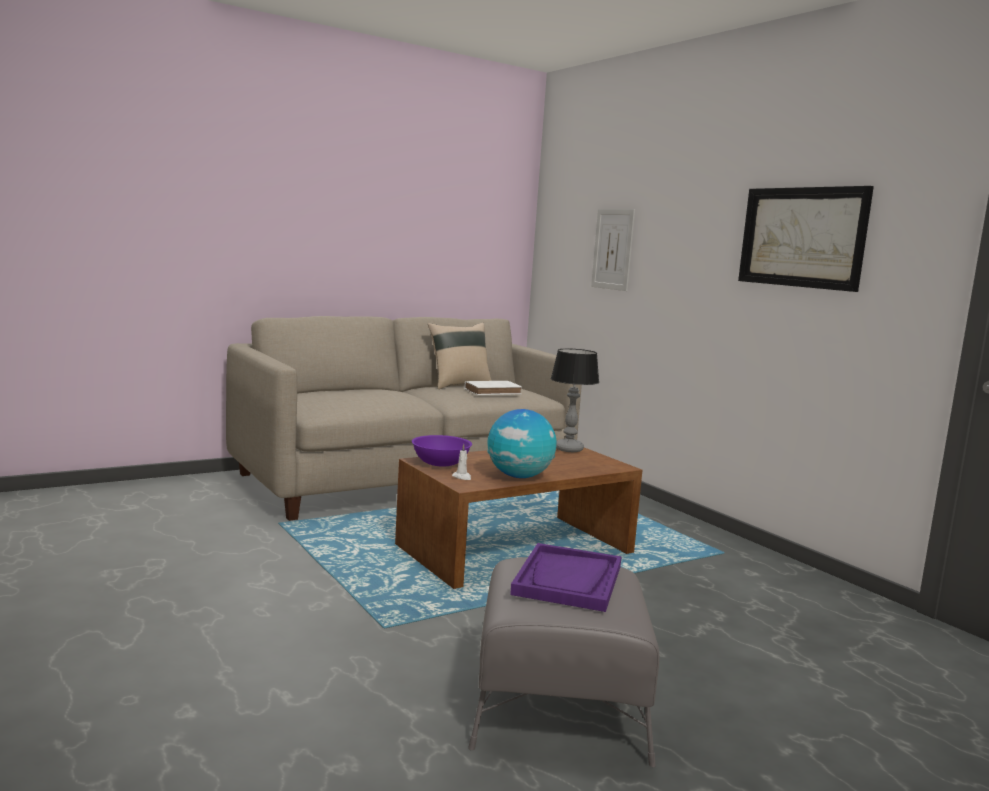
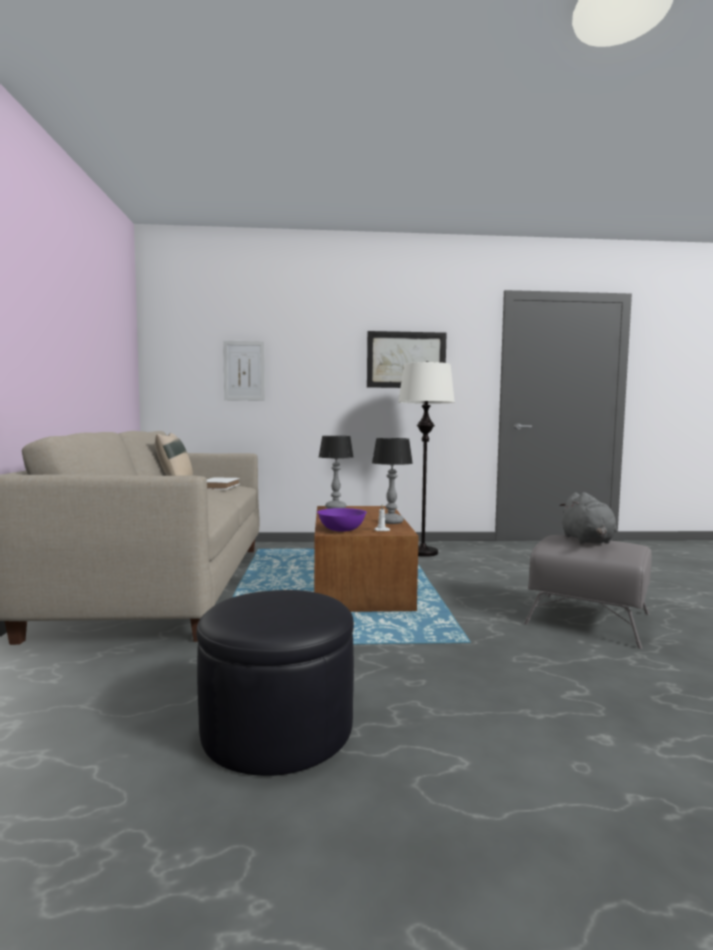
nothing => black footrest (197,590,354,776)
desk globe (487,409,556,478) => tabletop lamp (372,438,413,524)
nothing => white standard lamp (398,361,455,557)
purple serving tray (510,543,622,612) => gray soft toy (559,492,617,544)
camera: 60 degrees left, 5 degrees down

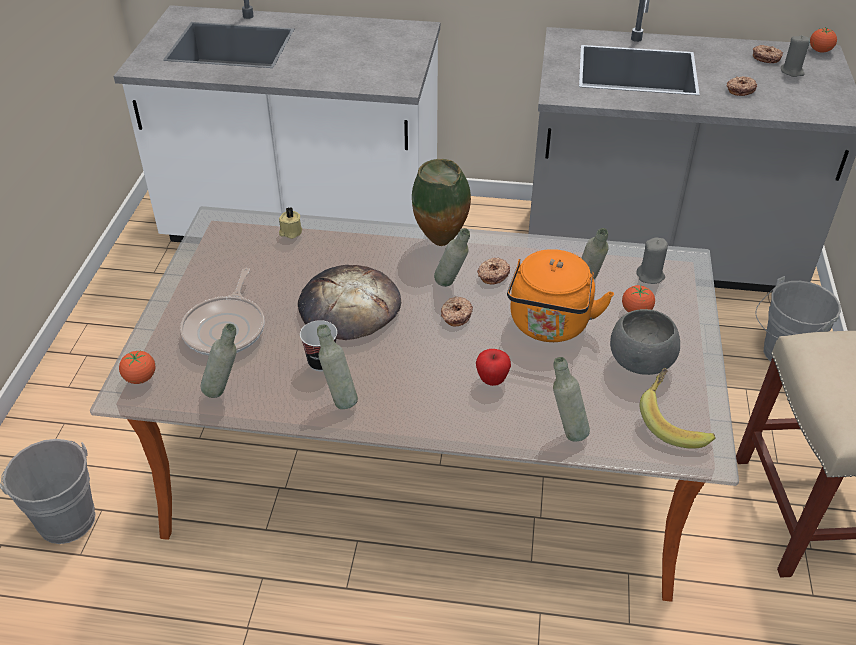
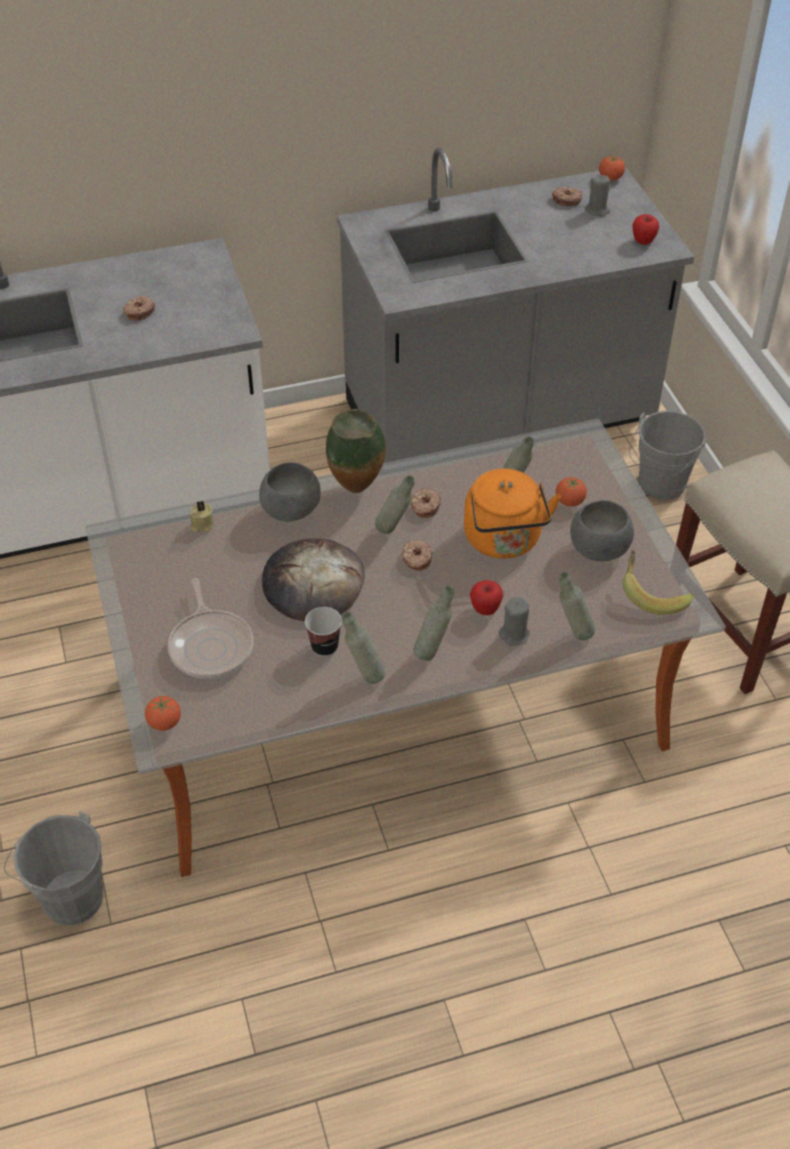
donut (727,76,757,96) => donut (123,296,155,321), relocated
nothing => gray deep dish (259,462,321,522)
gray beverage bottle (201,324,237,398) => gray beverage bottle (413,586,454,661), relocated
gray wax candle (637,237,668,284) => gray wax candle (499,597,530,646), relocated
nothing => apple fruit (632,214,659,245)
camera: 25 degrees left, 5 degrees up

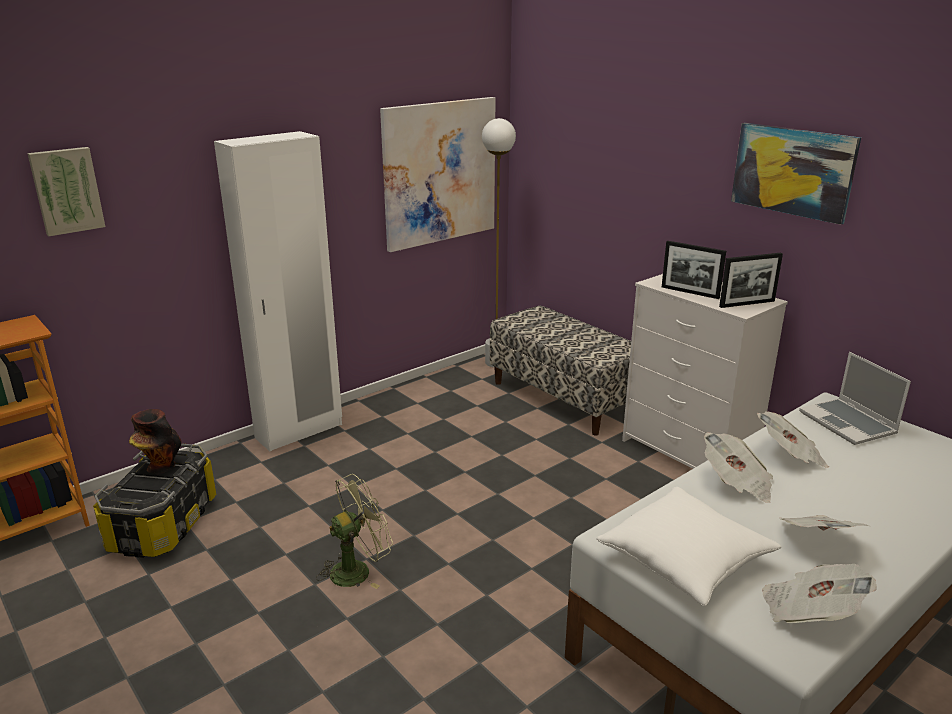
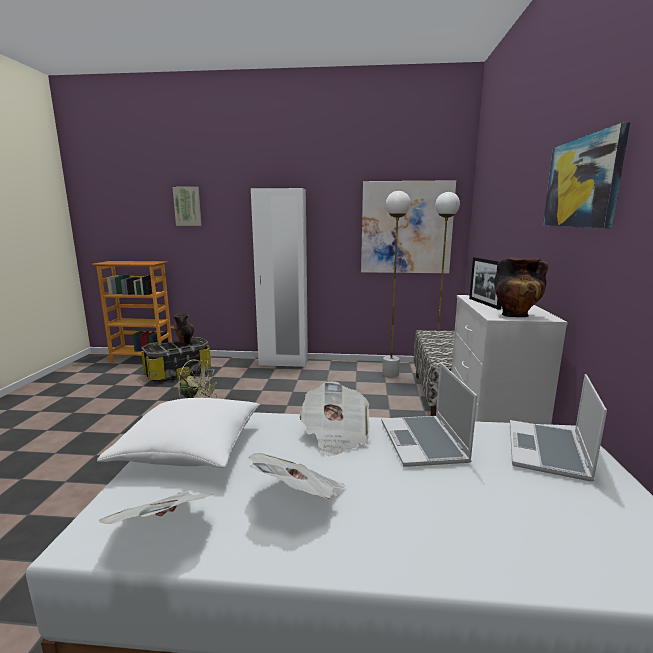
printed paper (757,411,829,468) => portable computer (381,363,477,467)
nothing => white standard lamp (382,191,411,377)
standing frame (719,253,783,308) => vase (495,257,548,317)
camera: 45 degrees right, 10 degrees down

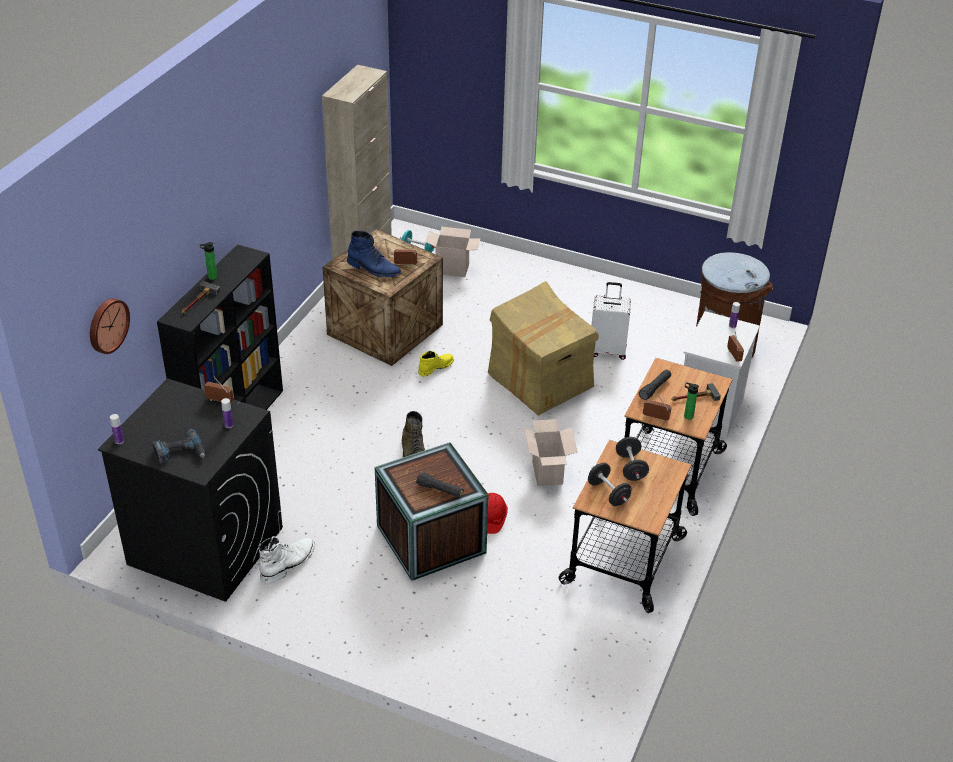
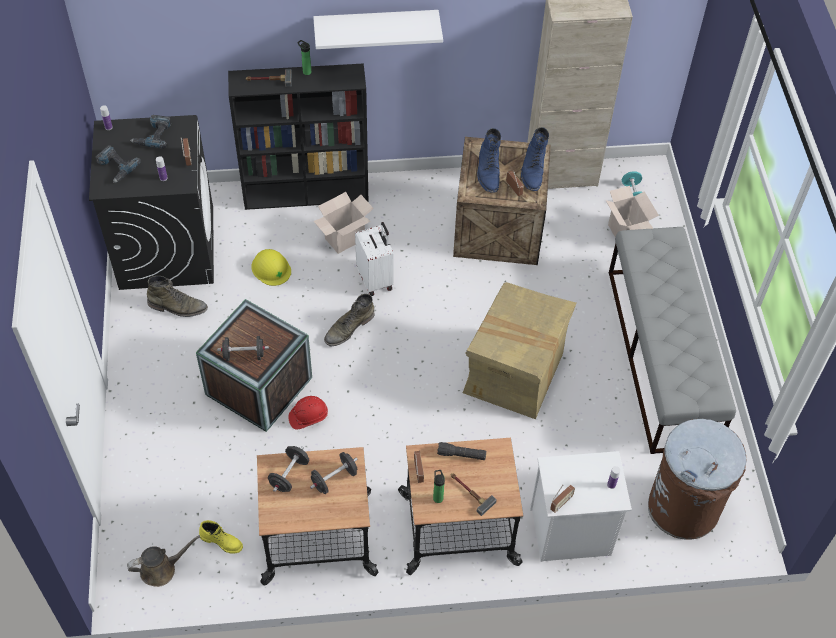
nothing => brownish sprinkling can (127,535,200,587)
nothing => electric drill (130,115,171,149)
white high-top boot (259,536,315,584) => green-coloured high-top boot (147,276,208,317)
yellow high-top boot (419,351,454,377) => yellow high-top boot (199,520,243,554), relocated
black flashlight (416,472,464,498) => black free weight (217,336,269,362)
nothing => yellow safety helmet (251,249,291,286)
nothing => white shelf (313,10,443,49)
packing box (524,419,578,486) => packing box (314,192,374,254), relocated
white piece of luggage (591,282,631,360) => white piece of luggage (355,222,394,296), relocated
nothing => blue high-top boot (521,127,549,191)
nothing => gray indoor bench (609,227,736,454)
clock on the wall (90,299,130,354) => nothing
camera: 60 degrees right, 15 degrees up

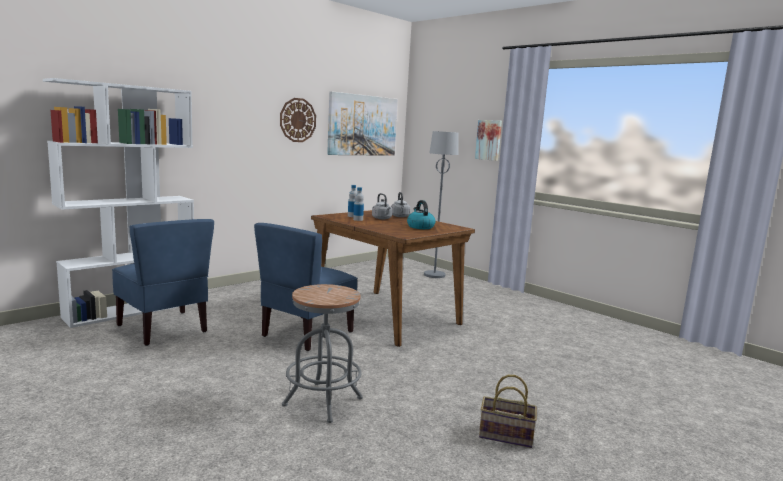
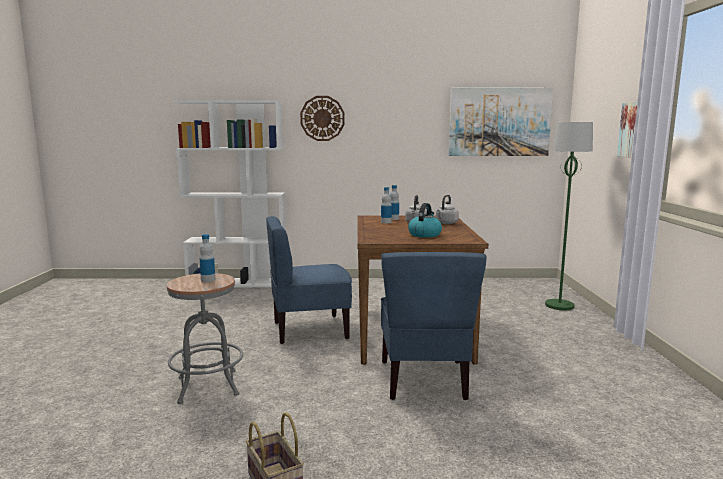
nothing => beverage bottle (199,234,216,282)
clock on the wall (280,98,316,142) => clock on the wall (300,96,345,141), relocated
blue plain chair (112,219,214,346) => blue plain chair (381,252,487,400), relocated
gray standard lamp (424,131,458,278) => green-coloured standard lamp (545,122,593,310)
camera: 45 degrees right, 0 degrees up

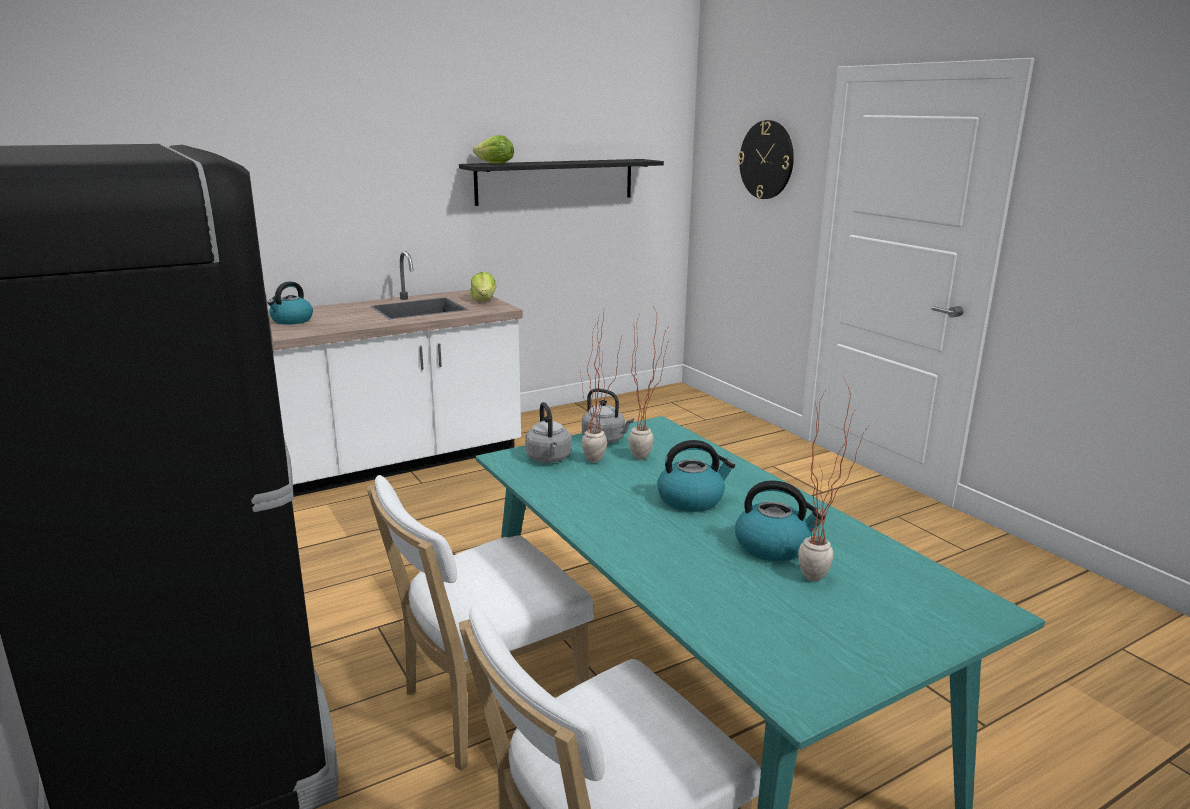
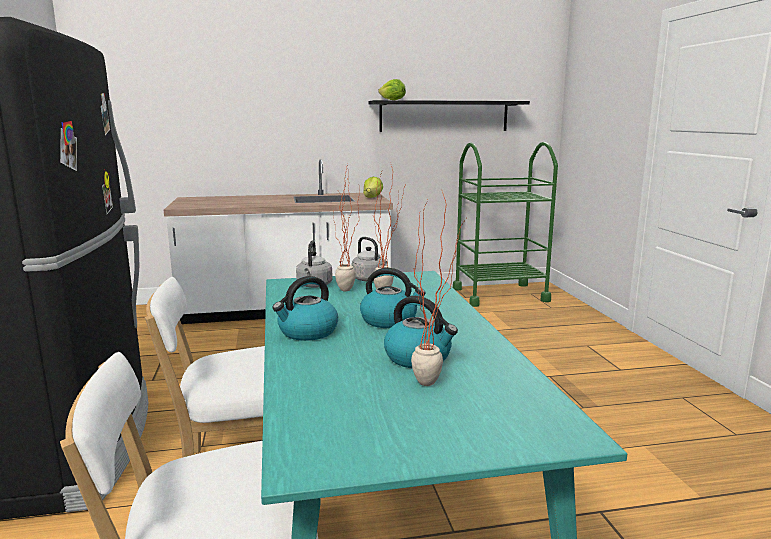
tea kettle (267,282,313,325) => tea kettle (272,276,338,341), relocated
nothing => green-coloured wheeled cart (453,142,558,307)
clock on the wall (738,120,794,199) => nothing
camera: 20 degrees right, 5 degrees down

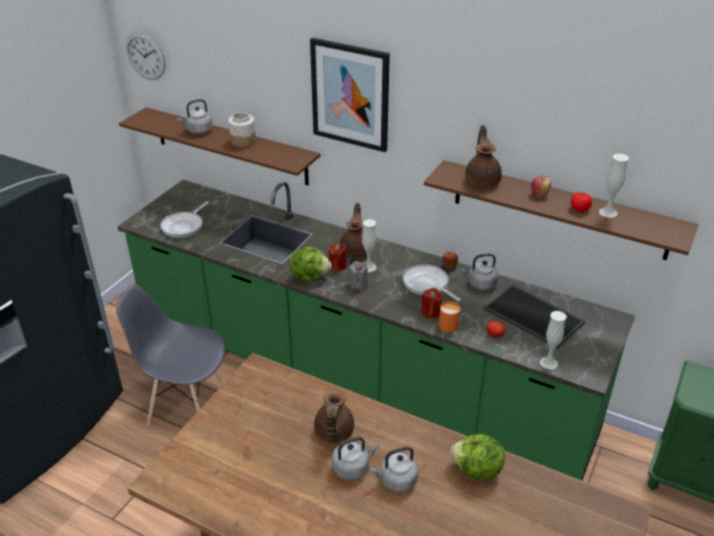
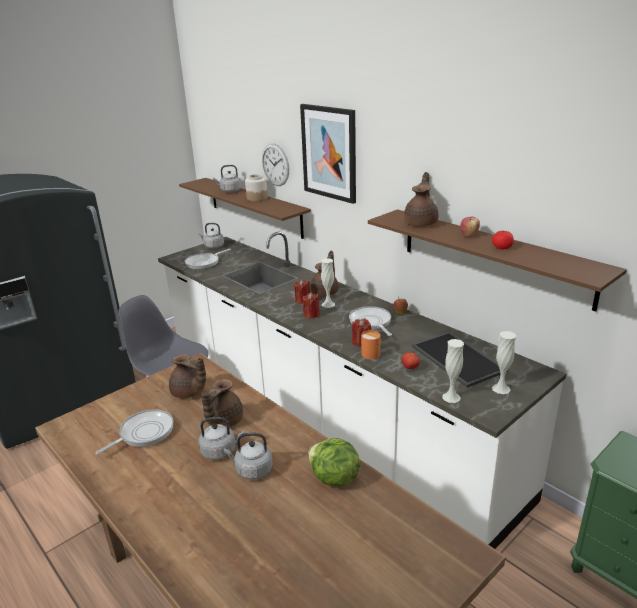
nothing => pan (95,409,174,455)
green-coloured counter (118,179,635,481) => white counter (158,232,566,549)
nothing => brownish pot for tea (169,354,206,398)
gray tea kettle (460,254,498,290) => gray tea kettle (198,223,224,249), relocated
clock on the wall (126,32,166,80) => clock on the wall (262,143,289,186), relocated
gray wax candle (349,261,368,290) => reddish wax candle (303,293,320,318)
white vase (599,154,629,218) => white vase (492,331,516,394), relocated
lettuce head (289,246,332,281) => nothing
camera: 20 degrees right, 10 degrees down

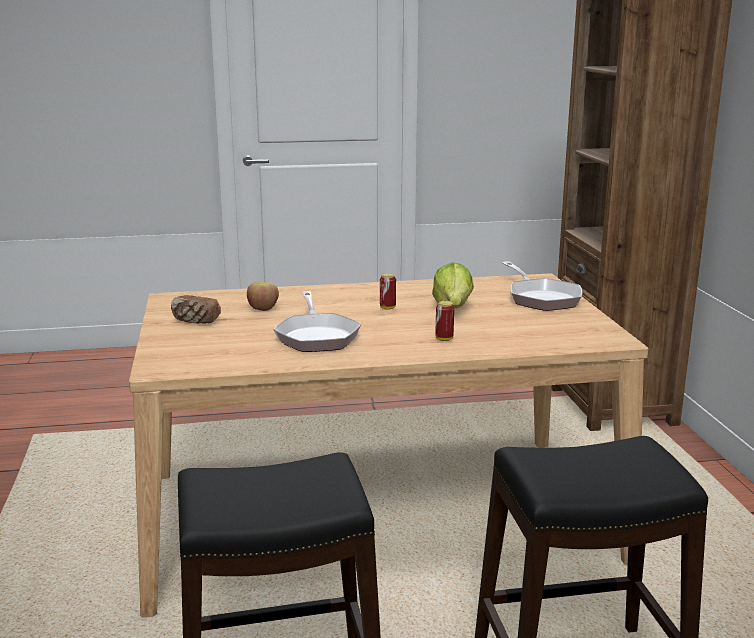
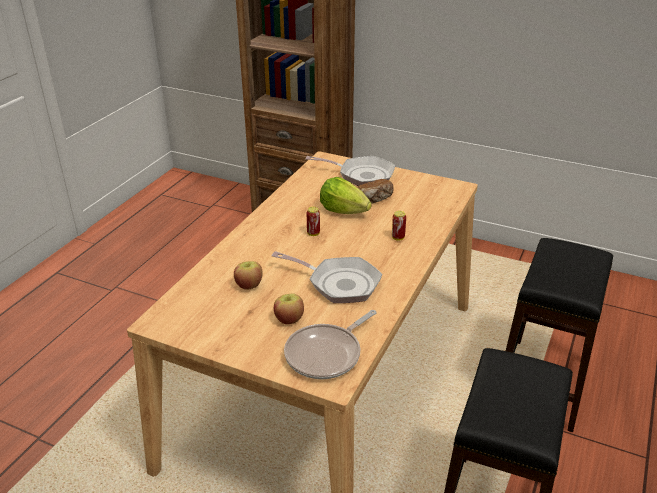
nothing => apple fruit (274,293,304,325)
nothing => pan (284,310,377,379)
bakery bread (171,295,221,324) => bakery bread (358,179,394,203), relocated
camera: 55 degrees left, 15 degrees up

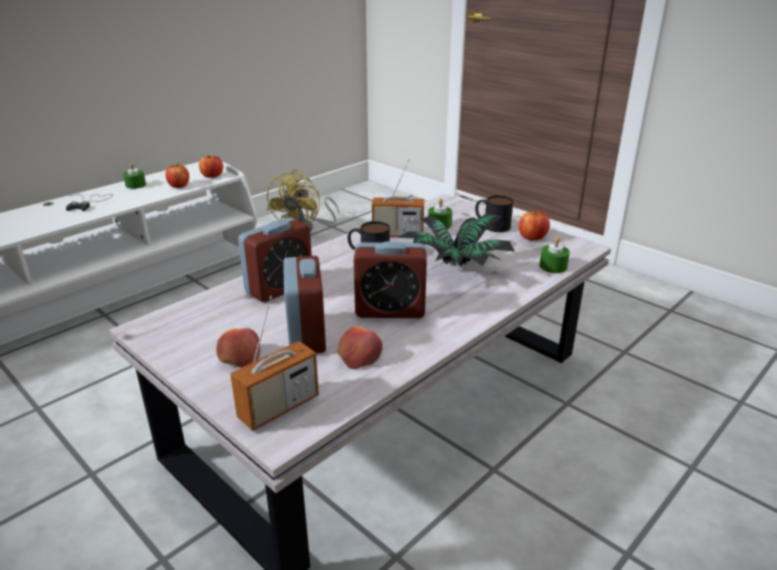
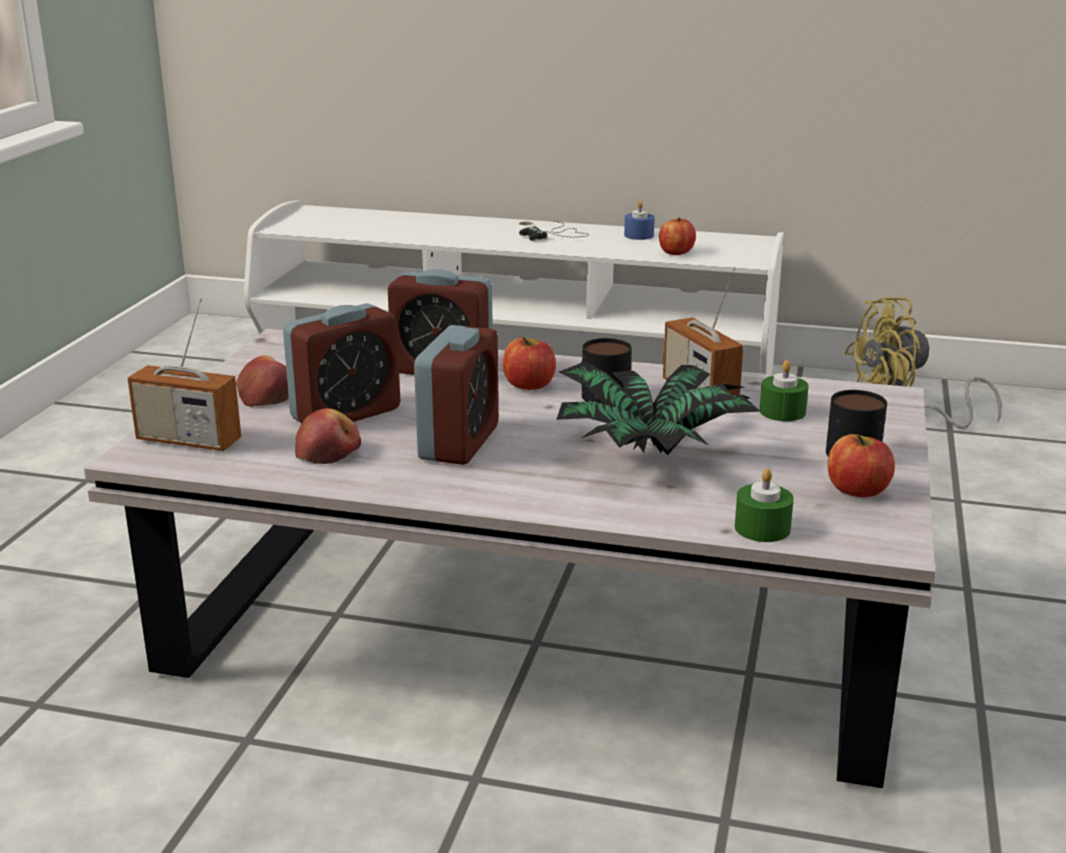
alarm clock (354,241,427,318) => alarm clock (414,325,499,465), 135 degrees counterclockwise
apple fruit (199,155,223,178) => apple fruit (503,337,556,390), relocated
green-coloured wax candle (123,163,146,189) => blue wax candle (624,201,655,240)
camera: 60 degrees right, 5 degrees down

